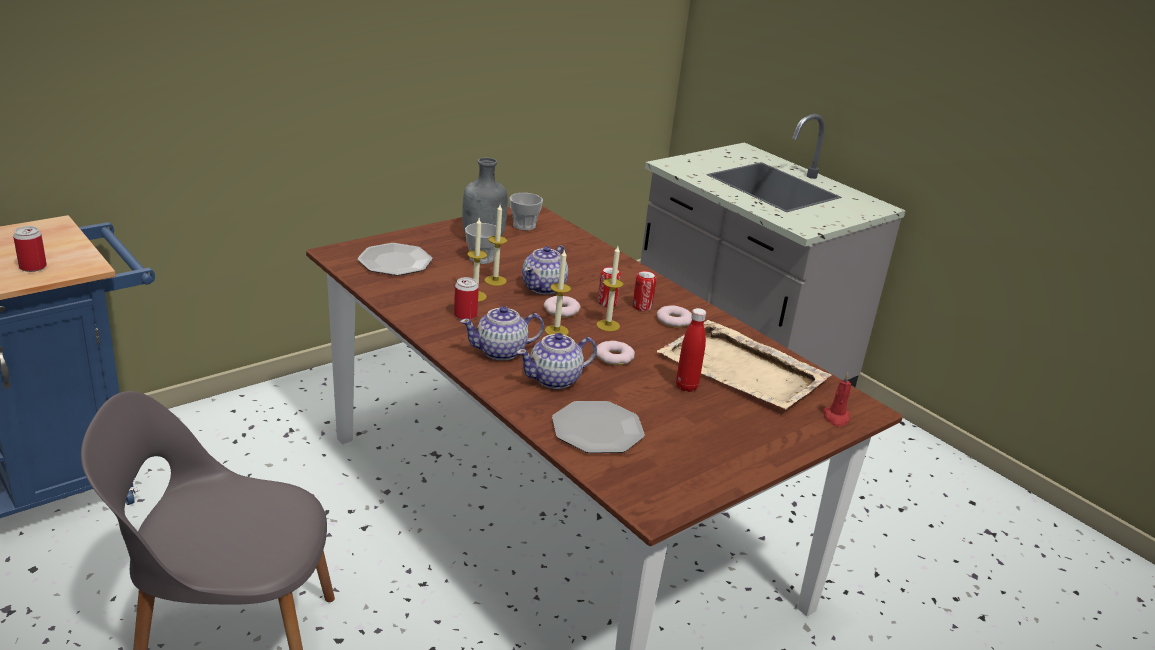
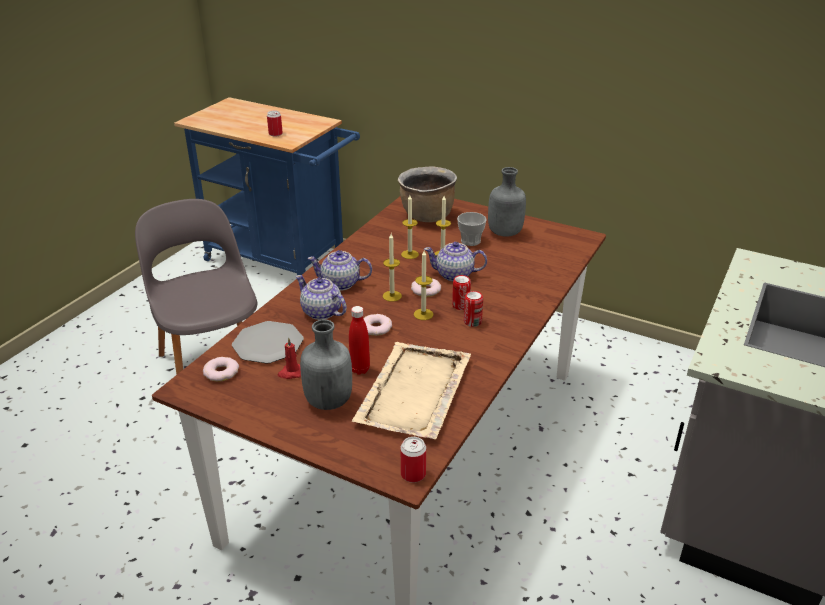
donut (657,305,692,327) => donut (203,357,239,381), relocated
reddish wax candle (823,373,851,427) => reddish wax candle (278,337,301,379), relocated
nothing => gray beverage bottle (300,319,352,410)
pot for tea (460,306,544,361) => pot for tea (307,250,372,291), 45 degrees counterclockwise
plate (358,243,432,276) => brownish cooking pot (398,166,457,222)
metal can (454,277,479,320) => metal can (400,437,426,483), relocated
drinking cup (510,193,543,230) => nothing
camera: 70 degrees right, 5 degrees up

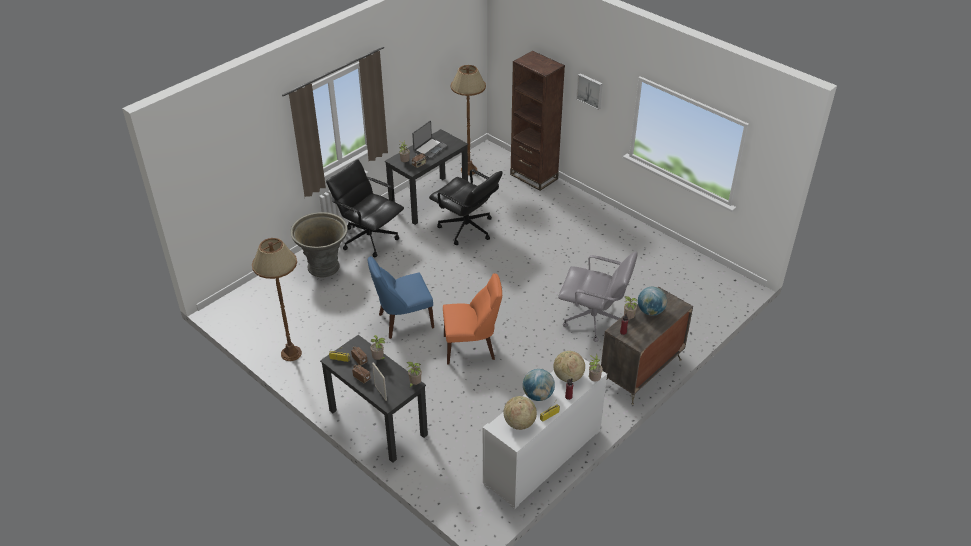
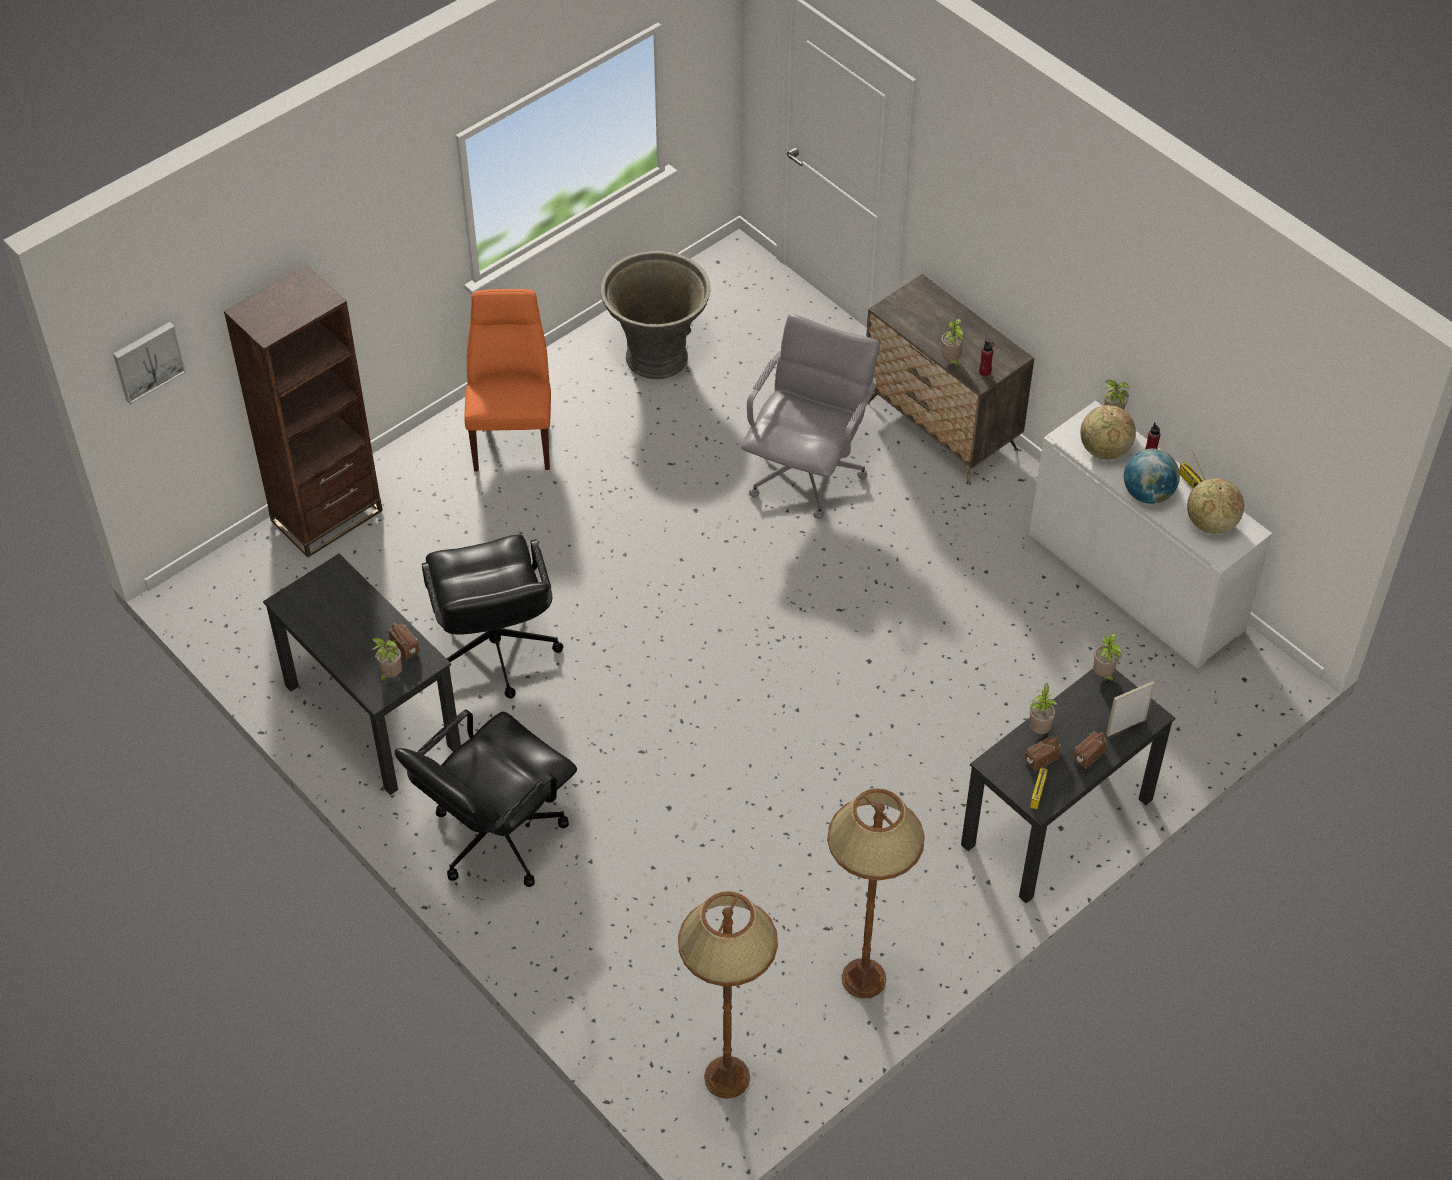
wall picture (576,73,603,109) => wall picture (113,322,186,404), relocated
black desk chair (429,169,503,245) => black desk chair (422,535,563,699), 120 degrees clockwise
orange plain chair (443,273,502,365) => orange plain chair (465,289,551,471), relocated
gray flower pot (290,212,348,277) => gray flower pot (601,251,711,379), relocated
brownish standard lamp (450,65,486,175) => brownish standard lamp (678,891,778,1099), relocated
blue plain chair (368,256,434,339) => nothing
portable computer (412,121,448,159) => nothing
desk globe (638,287,667,316) => nothing
camera: 85 degrees left, 10 degrees up

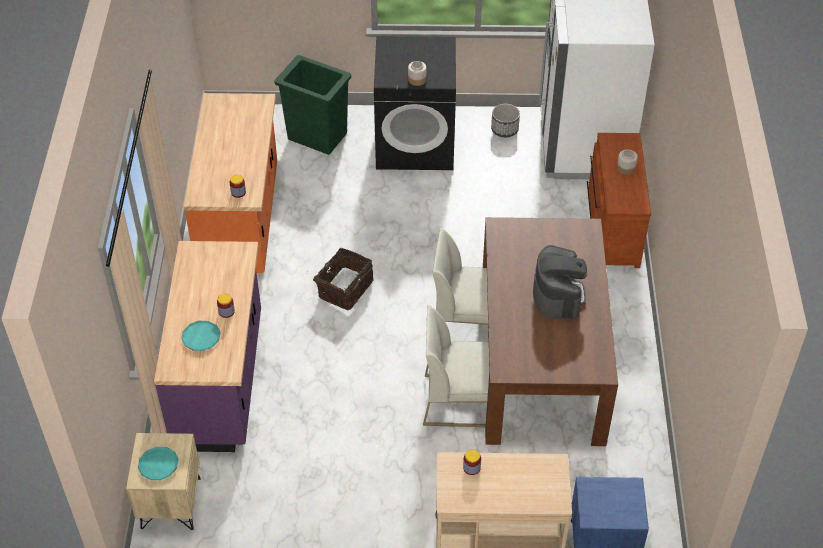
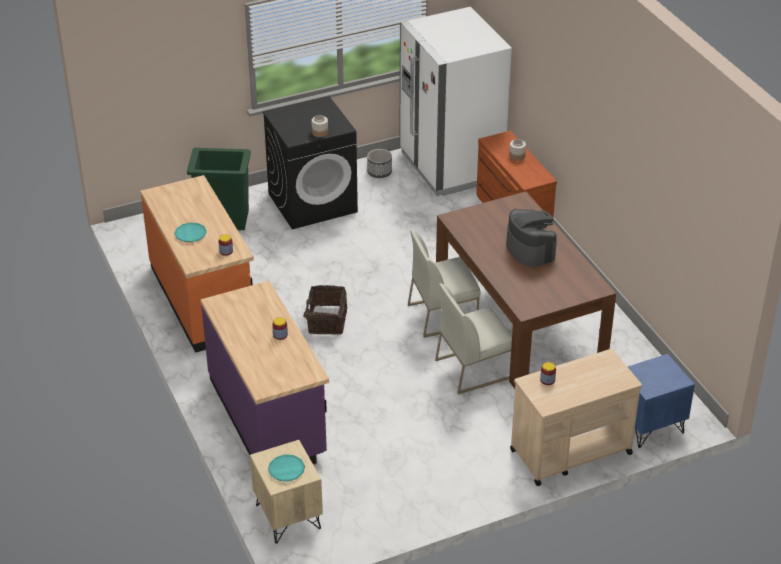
blue-green plate (181,321,221,351) => blue-green plate (174,222,207,242), relocated
camera: 25 degrees left, 10 degrees down

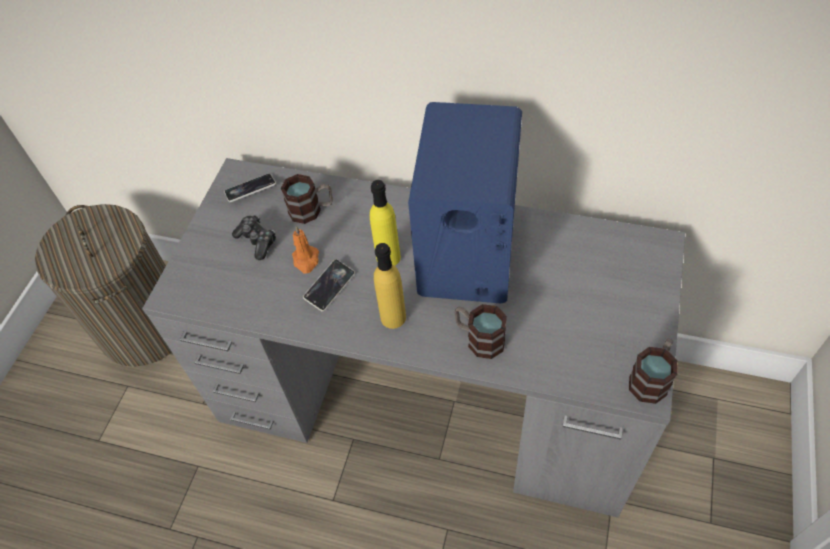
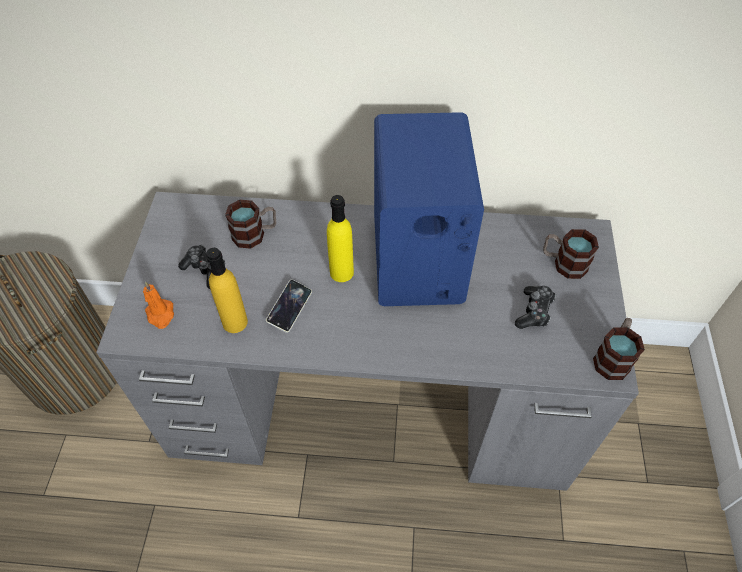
orange wax candle (292,226,319,274) => orange wax candle (143,281,174,329), relocated
yellow beverage bottle (374,243,406,329) => yellow beverage bottle (206,248,248,333), relocated
nothing => game controller (515,286,556,329)
mug (454,304,507,359) => mug (543,229,599,279), relocated
phone (224,174,276,202) => nothing
camera: 15 degrees left, 0 degrees up

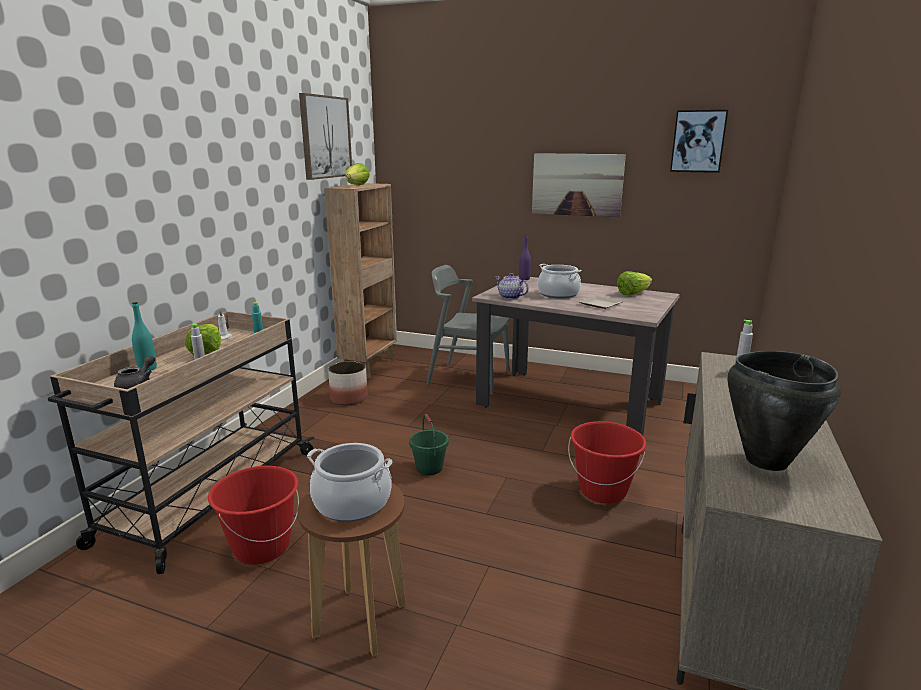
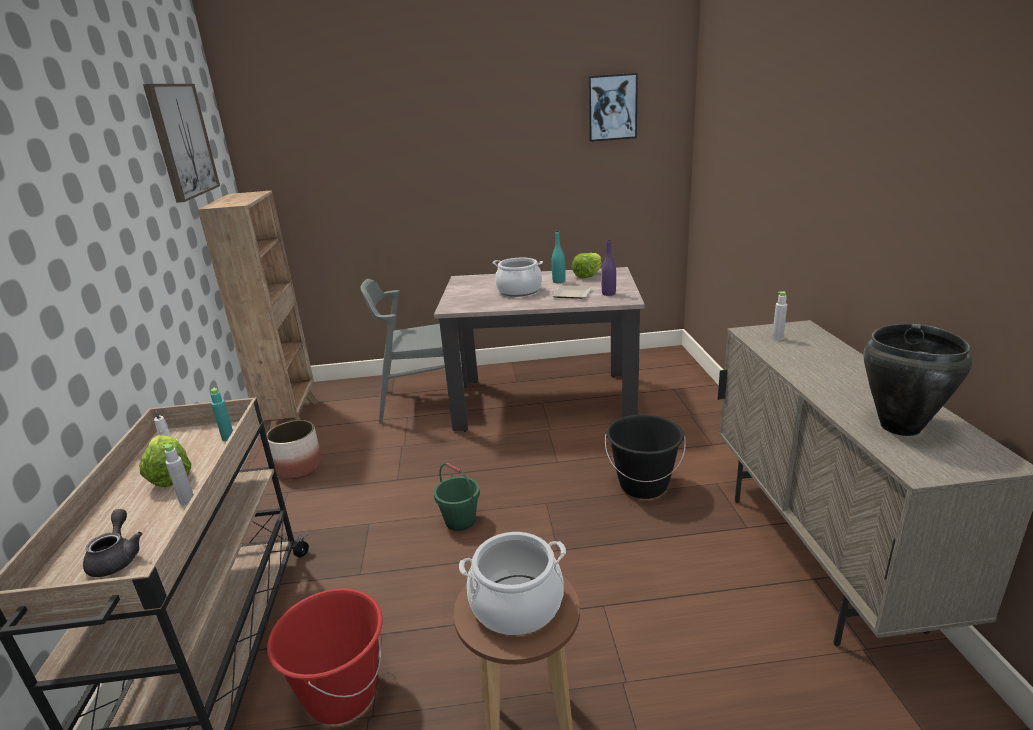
blue-green beverage bottle (132,302,157,371) => blue-green beverage bottle (551,230,566,283), relocated
purple beverage bottle (519,235,531,280) => purple beverage bottle (601,239,616,296), relocated
reddish water bucket (568,421,646,504) => black water bucket (605,414,686,499)
lettuce head (345,163,370,185) => nothing
pot for tea (495,273,529,299) => nothing
wall picture (532,153,626,217) => nothing
camera: 25 degrees left, 5 degrees up

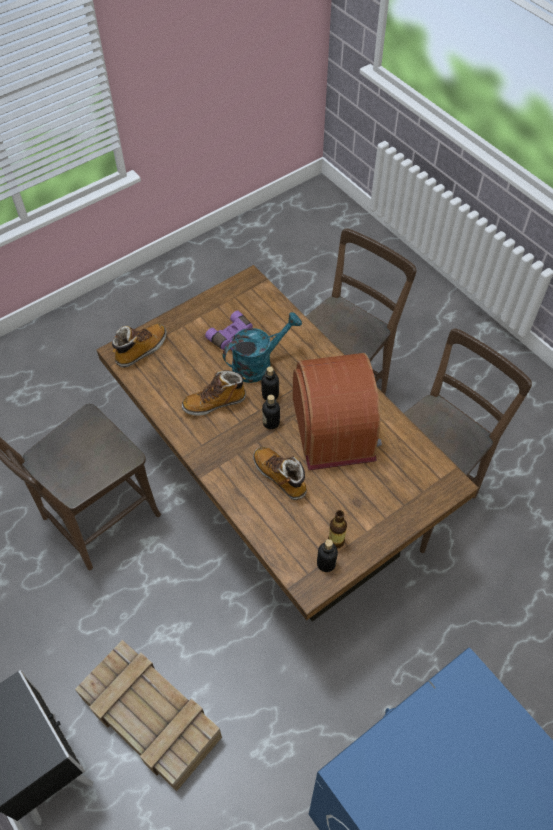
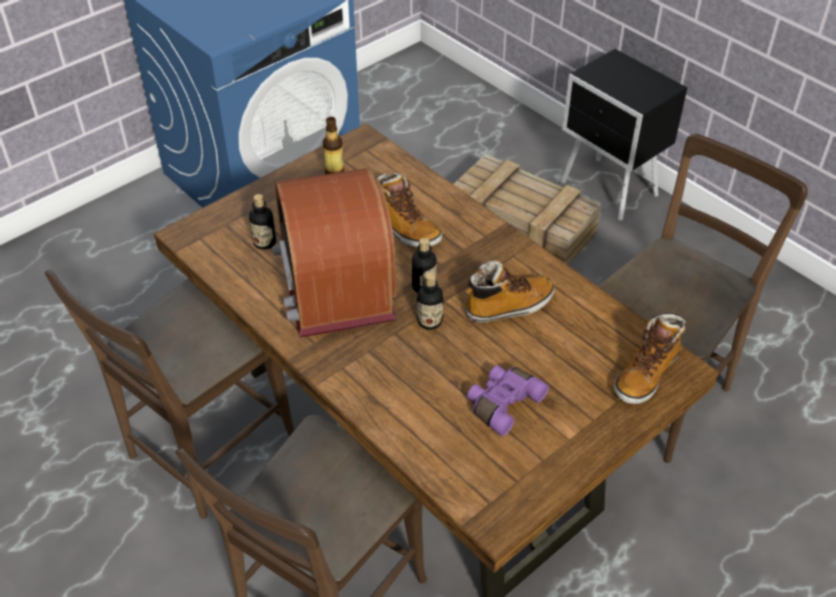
beverage bottle (317,539,338,572) => beverage bottle (249,194,276,250), relocated
blue-green sprinkling can (223,312,302,383) => nothing
camera: 175 degrees right, 10 degrees down

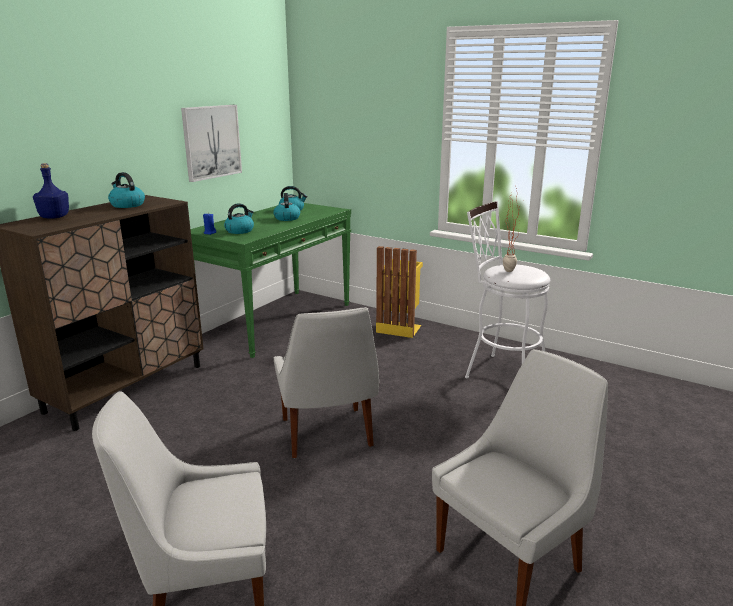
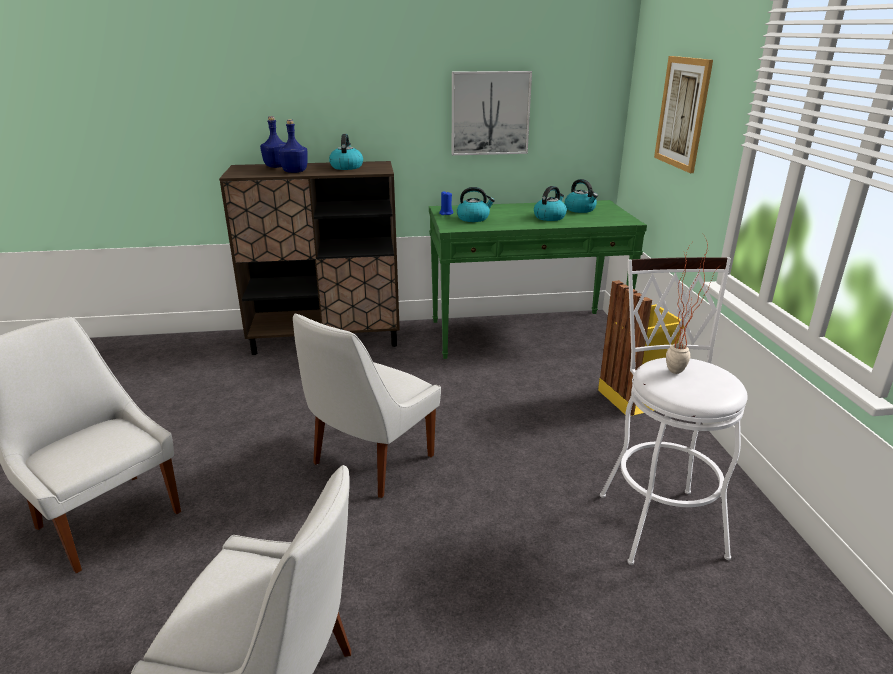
nothing => blue beverage bottle (278,119,308,173)
nothing => wall picture (654,56,713,173)
camera: 50 degrees right, 5 degrees up

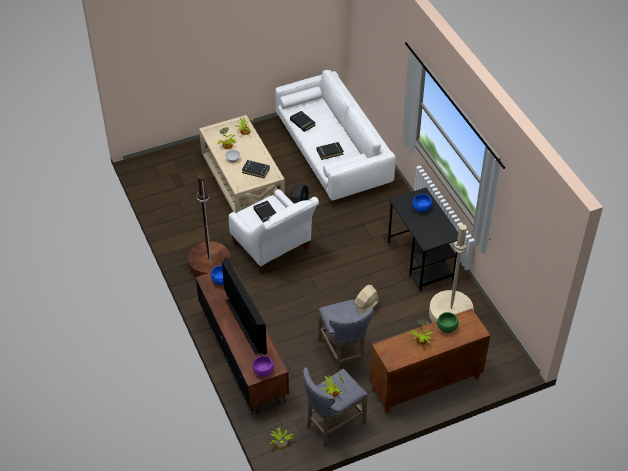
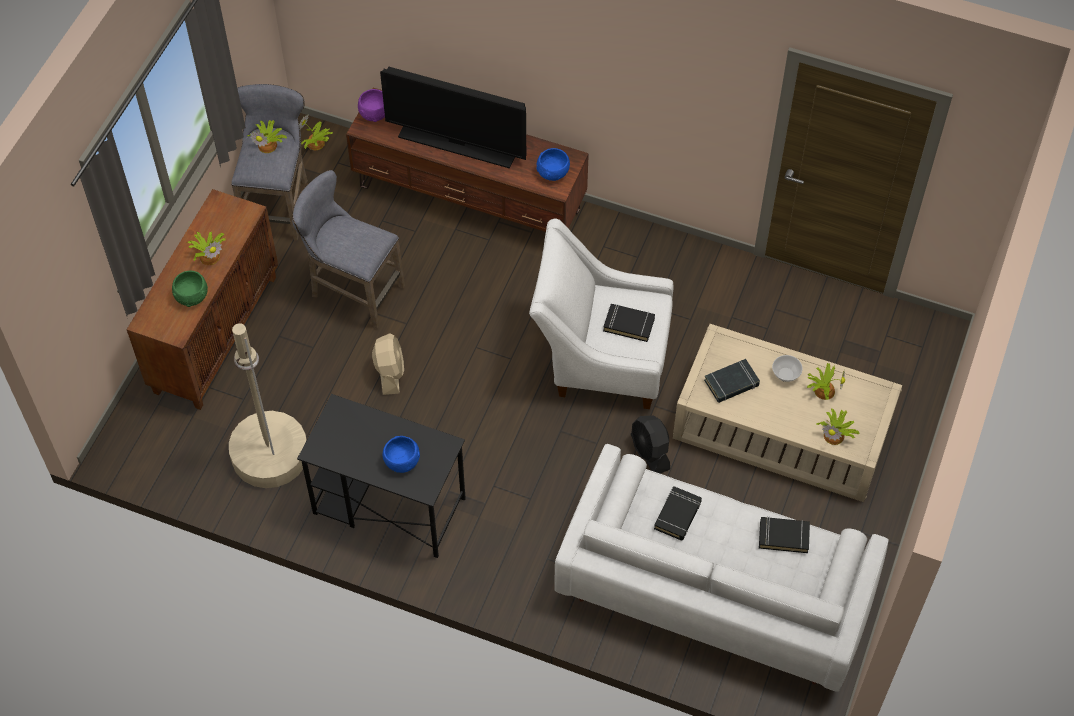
brownish standard lamp (188,174,231,277) => nothing
camera: 135 degrees right, 10 degrees up

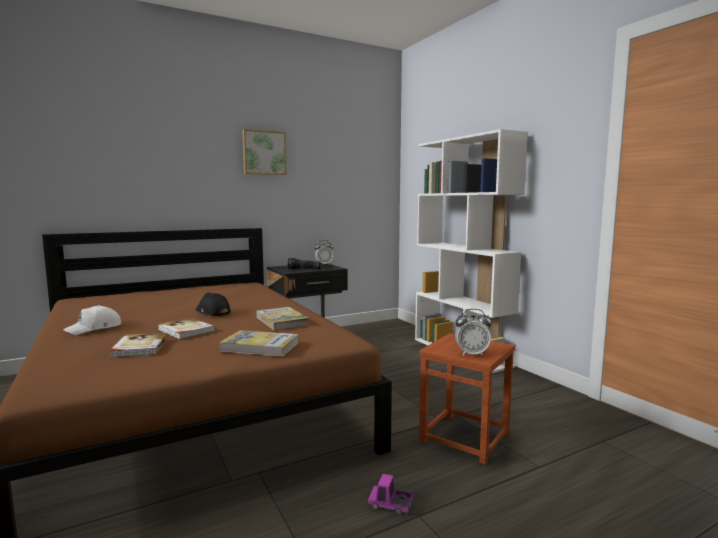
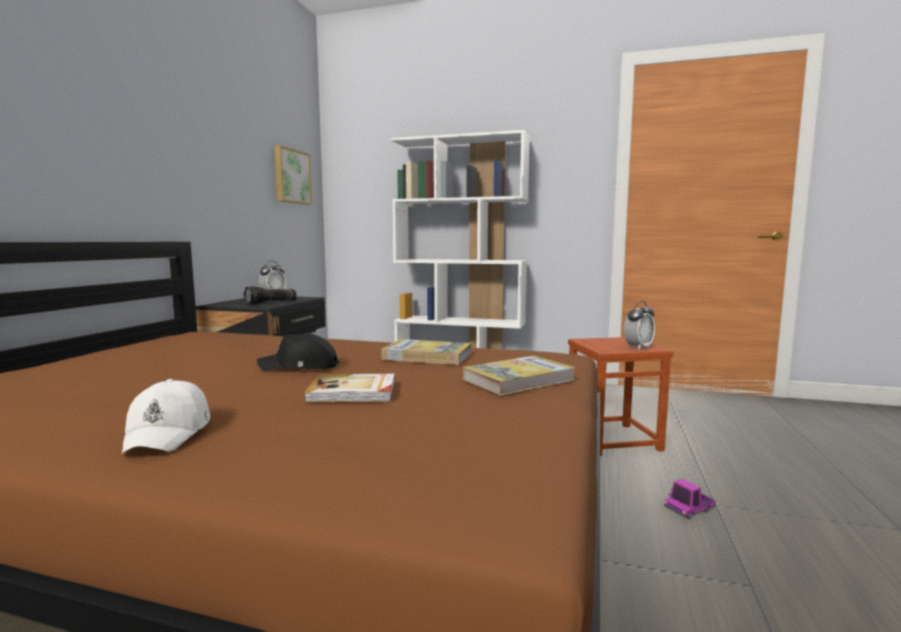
wall picture (242,129,287,175) => wall picture (274,145,312,205), relocated
volume (109,333,168,358) => nothing
camera: 45 degrees left, 0 degrees up

